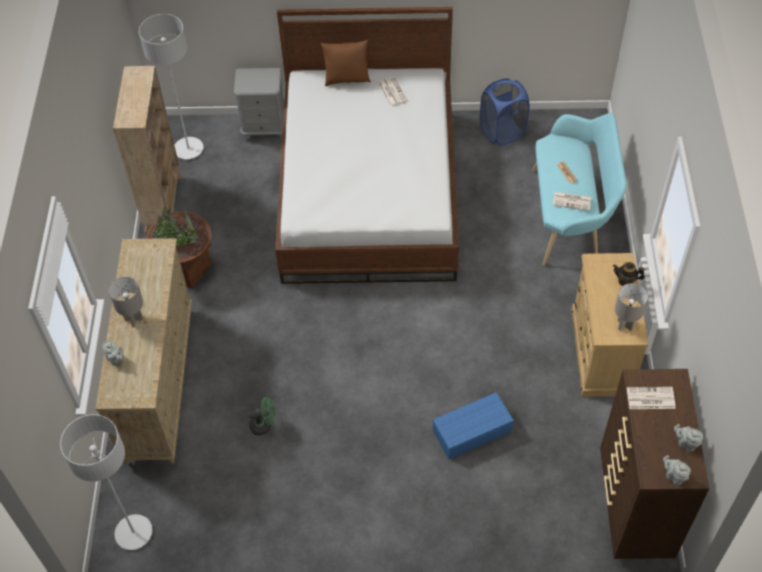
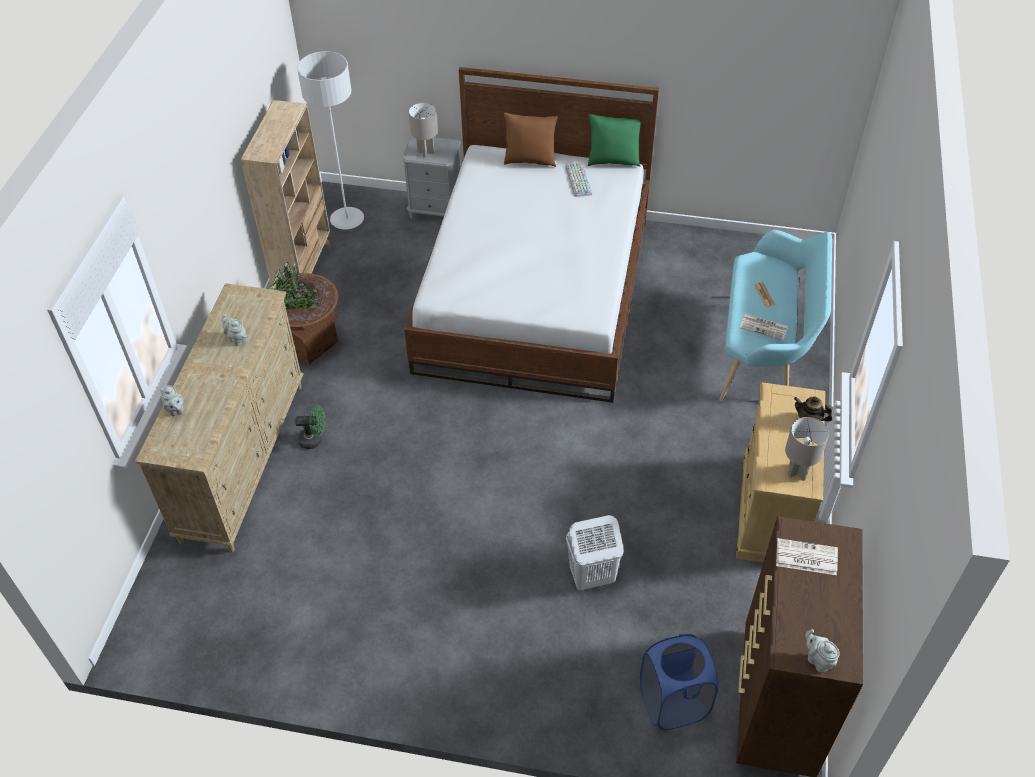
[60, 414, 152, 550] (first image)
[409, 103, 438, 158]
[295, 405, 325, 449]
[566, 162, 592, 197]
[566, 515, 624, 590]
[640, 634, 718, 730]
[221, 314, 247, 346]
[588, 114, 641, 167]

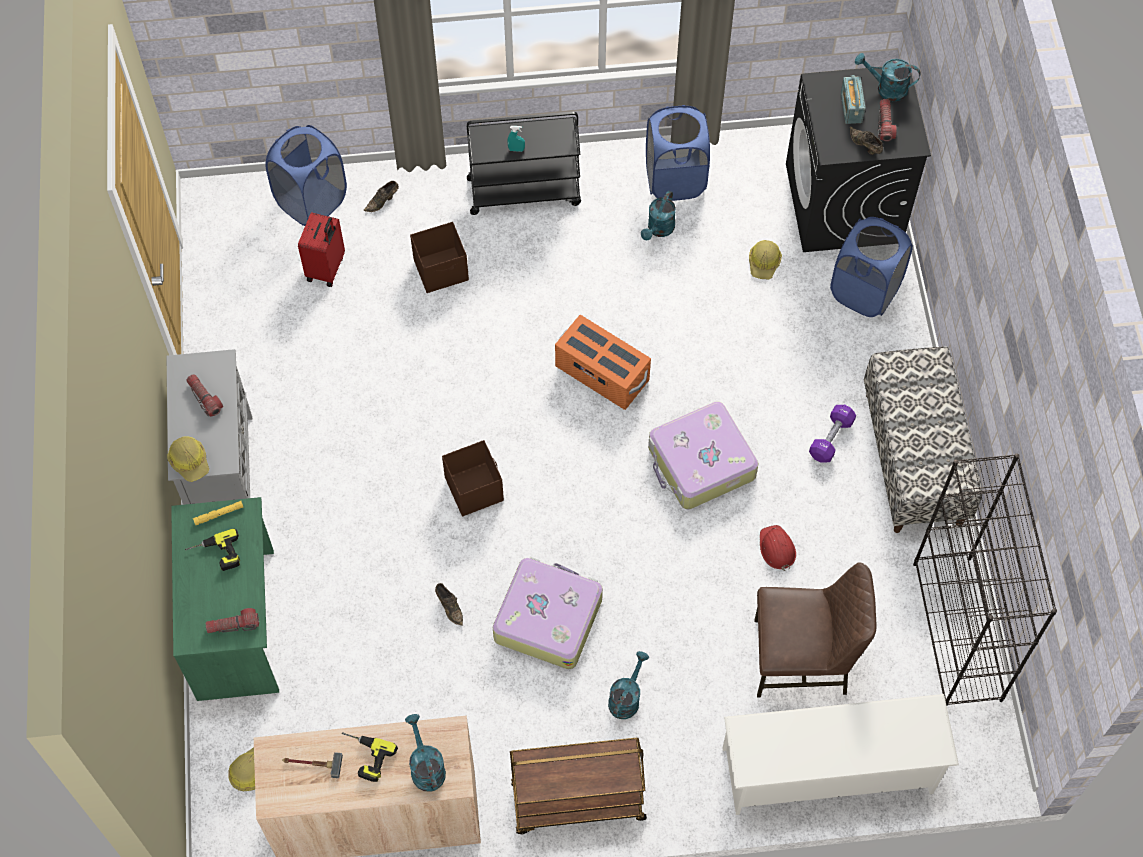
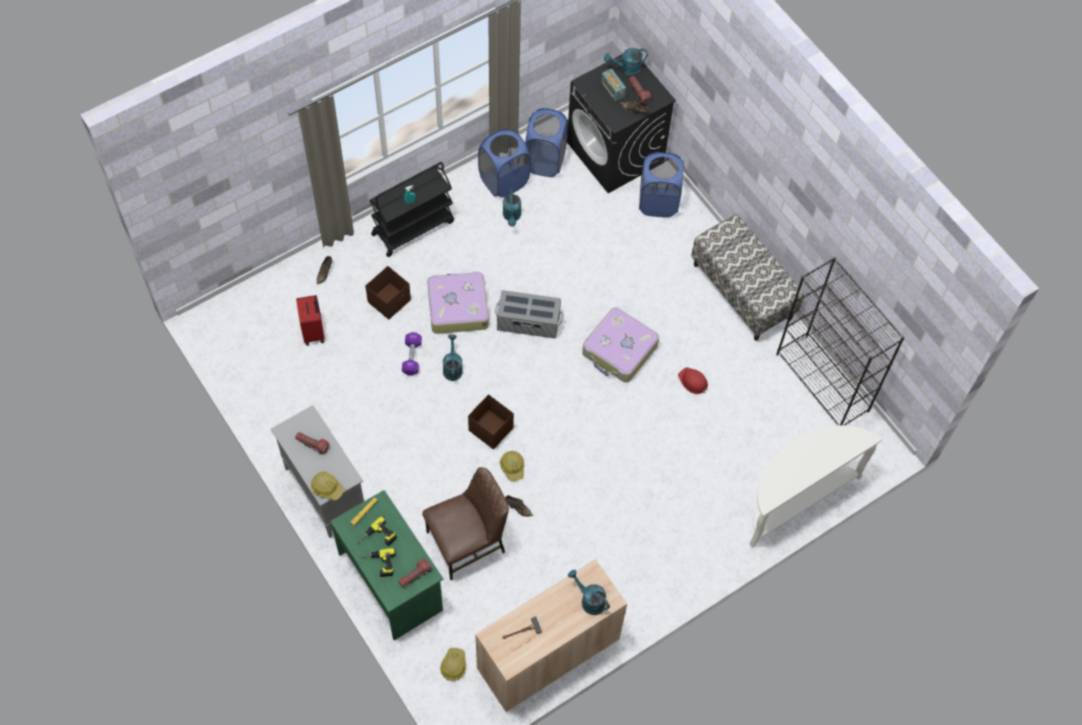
[525, 108, 568, 177]
[358, 548, 396, 577]
[427, 271, 489, 334]
[510, 737, 647, 834] (first image)
[495, 290, 563, 339]
[443, 335, 463, 381]
[749, 425, 882, 548]
[499, 451, 524, 481]
[422, 467, 509, 580]
[402, 332, 422, 375]

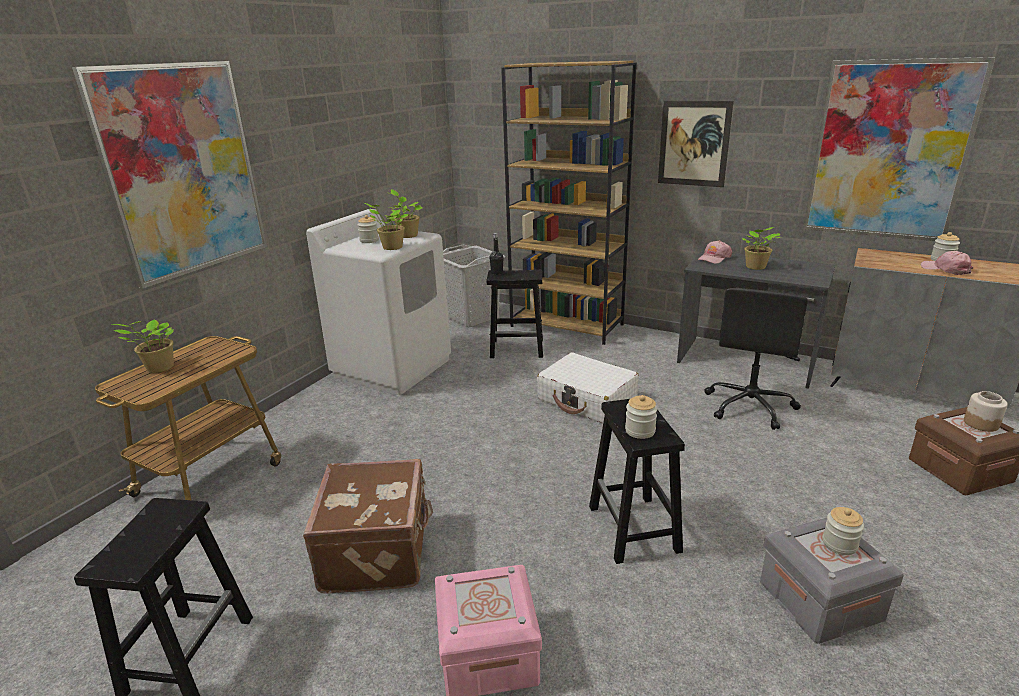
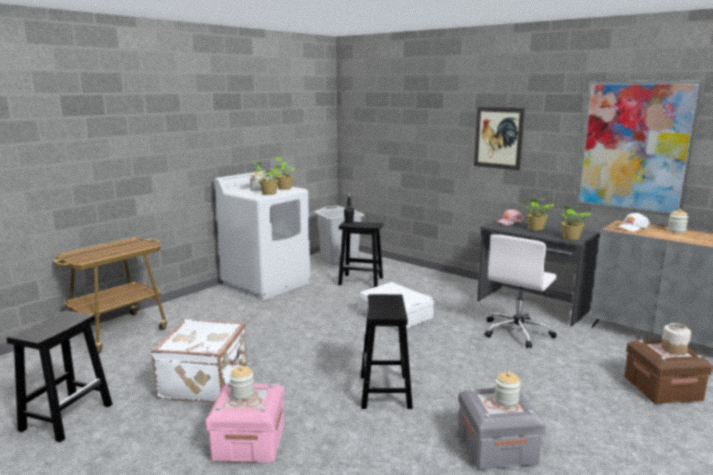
[72, 61, 267, 289] (first image)
[559, 206, 591, 240]
[151, 319, 248, 403]
[501, 61, 637, 345] (first image)
[230, 366, 254, 400]
[485, 234, 557, 348]
[921, 251, 973, 275] (first image)
[617, 213, 650, 231]

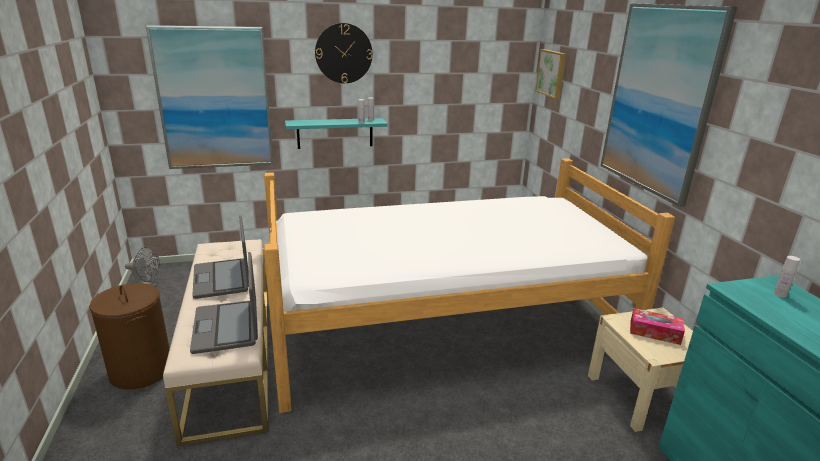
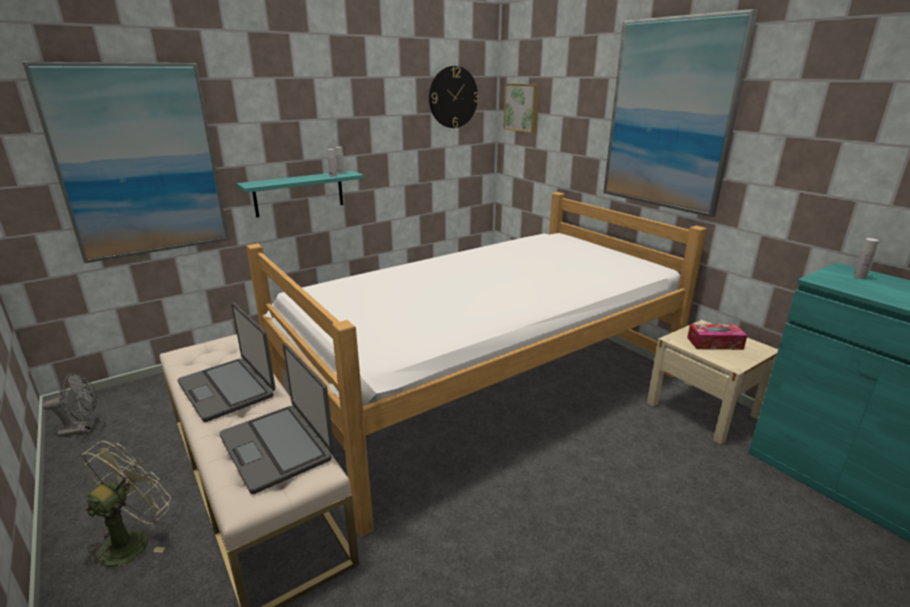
[80, 441, 171, 572]
[429, 66, 479, 128]

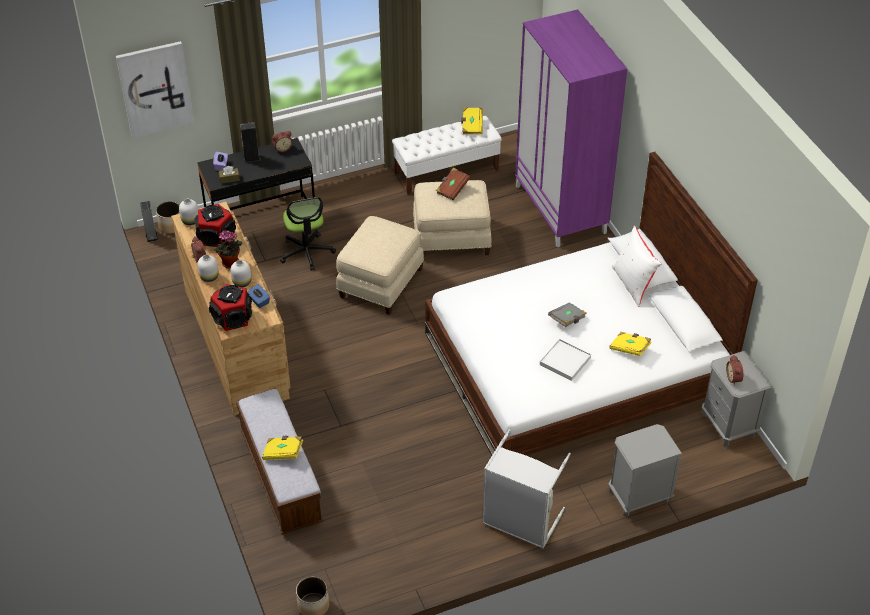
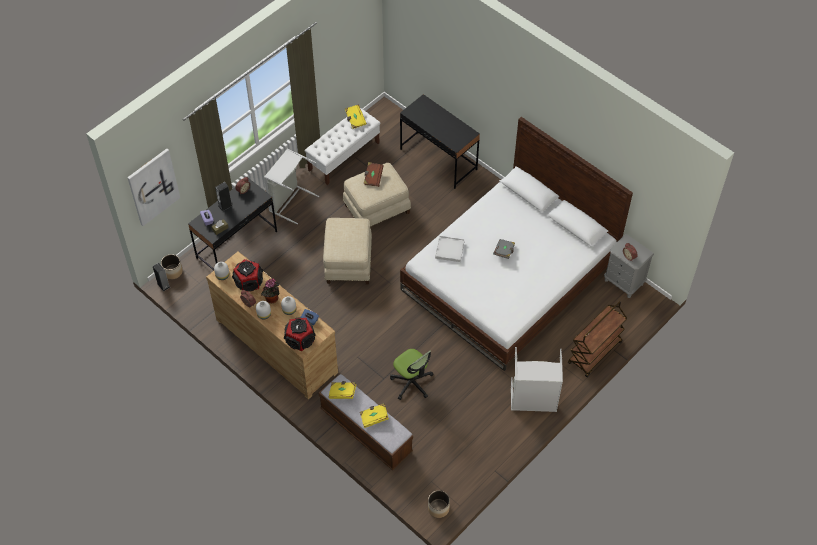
[390, 349, 434, 400]
[400, 94, 480, 189]
[435, 236, 465, 262]
[568, 301, 628, 377]
[328, 381, 357, 399]
[612, 226, 662, 307] (first image)
[264, 149, 319, 224]

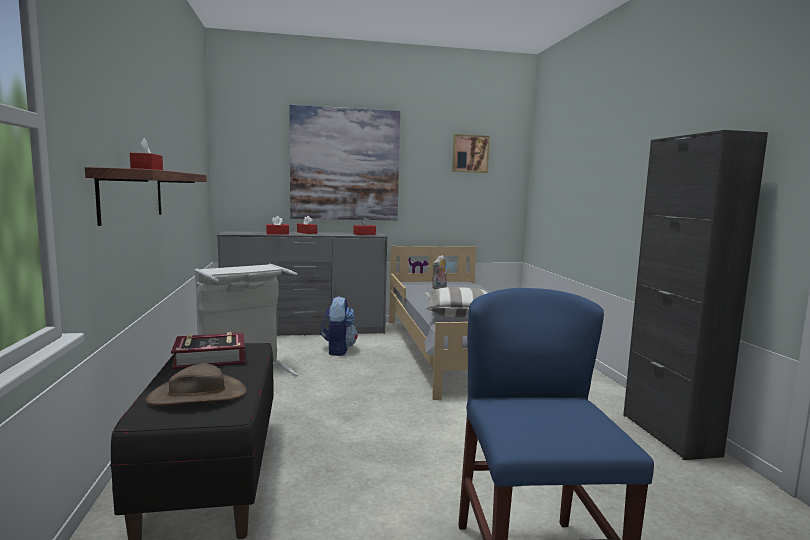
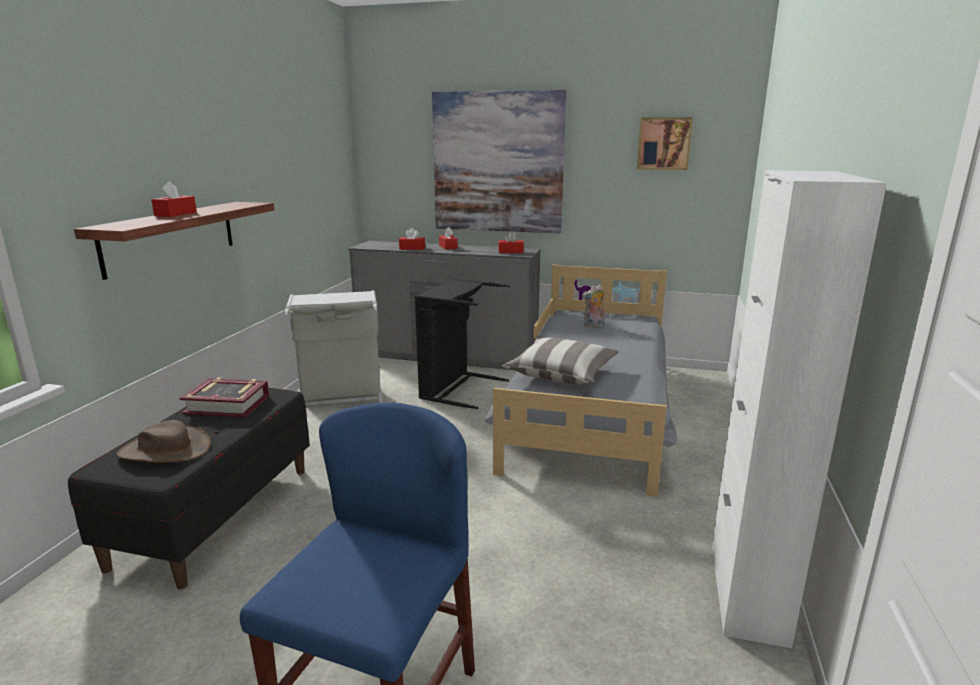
[415, 278, 510, 409]
[712, 170, 887, 648]

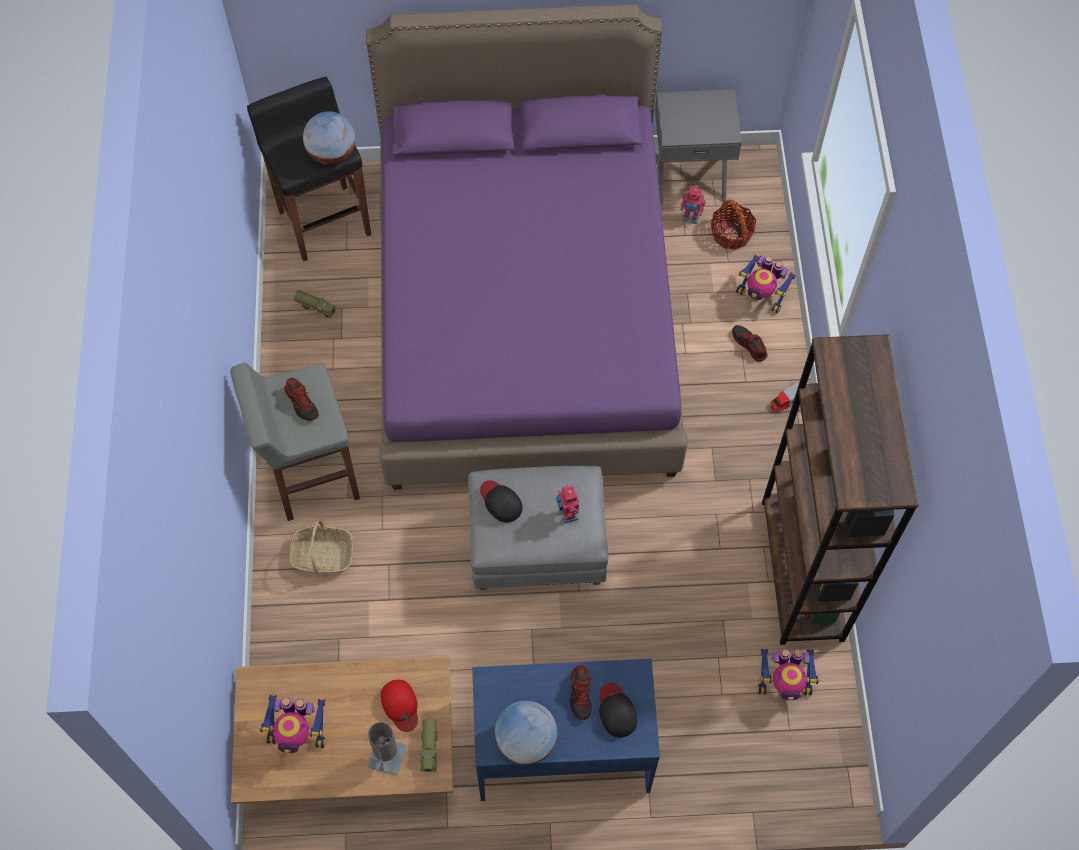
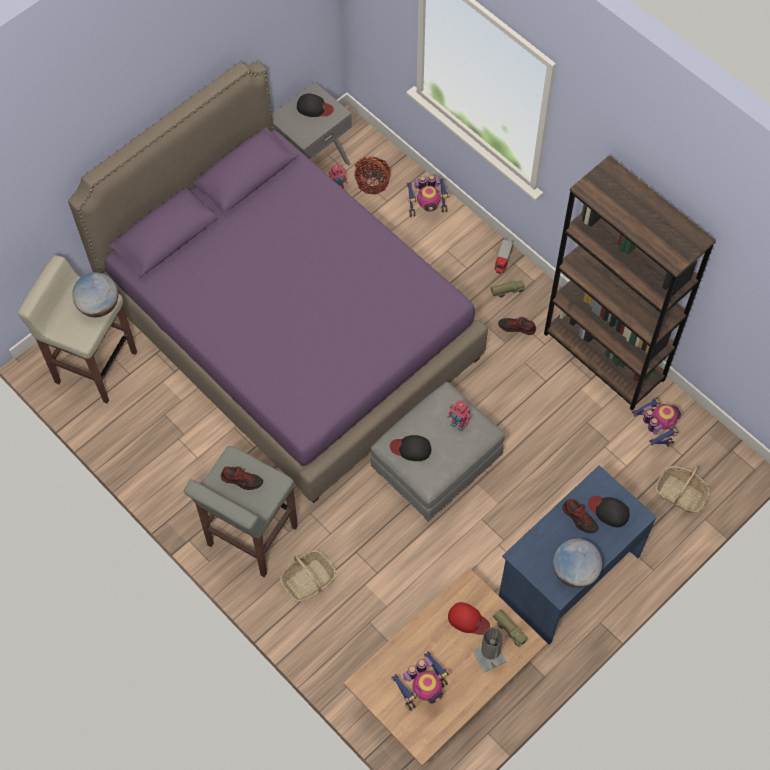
[17, 255, 137, 404]
[491, 280, 525, 298]
[498, 317, 536, 335]
[632, 398, 681, 447]
[297, 94, 334, 117]
[656, 465, 710, 513]

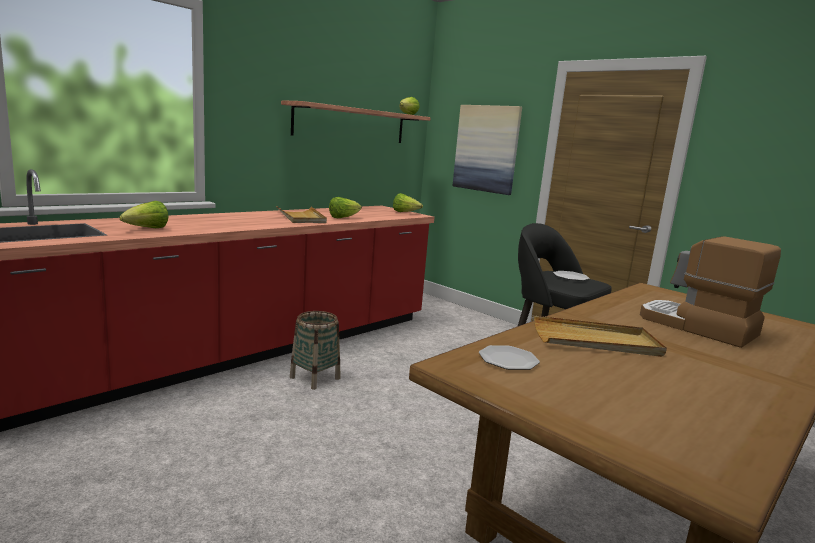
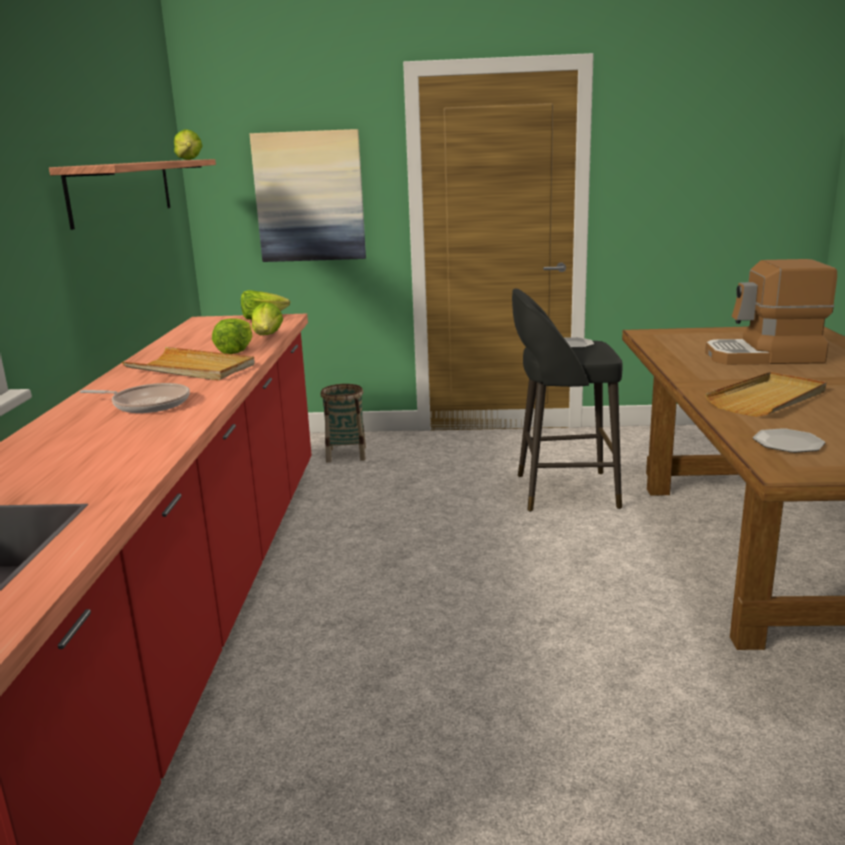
[252, 302, 283, 336]
[320, 384, 366, 463]
[80, 383, 190, 413]

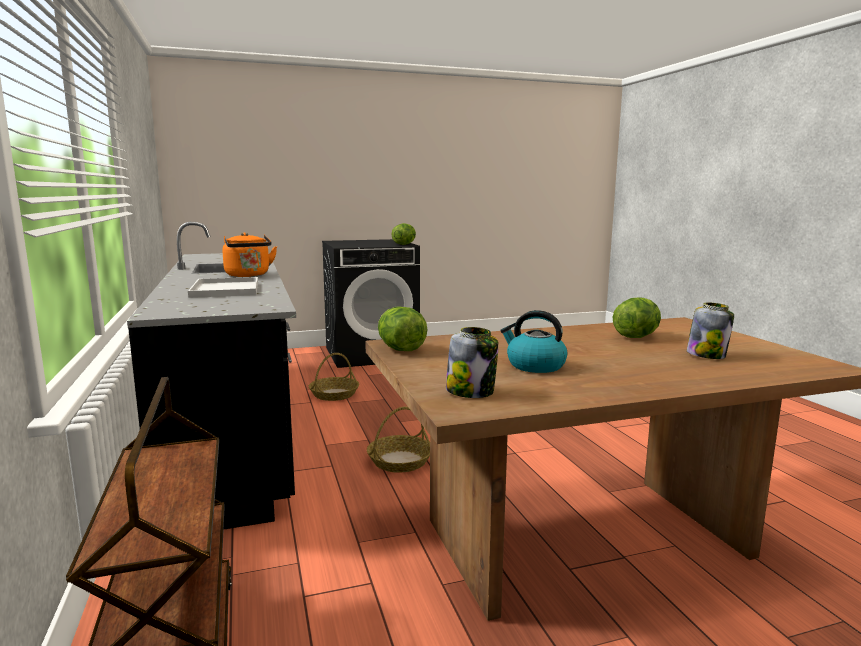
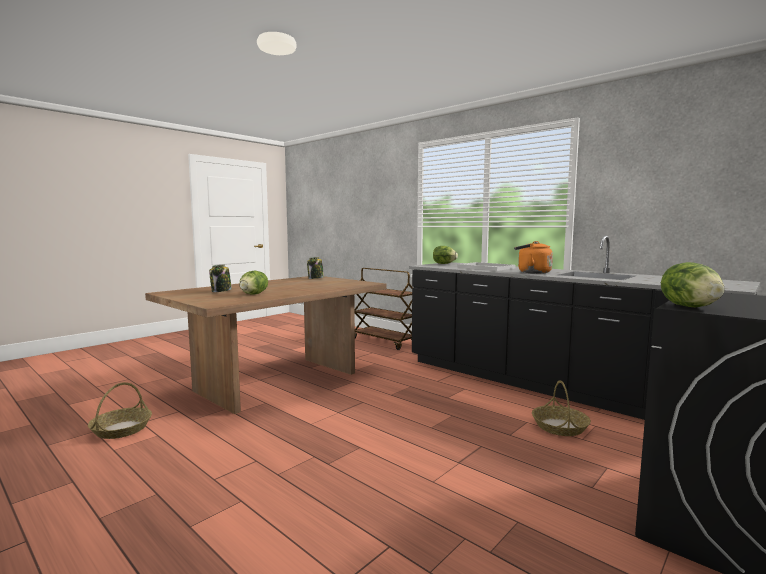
[88, 382, 152, 439]
[433, 246, 458, 264]
[500, 310, 568, 373] (first image)

